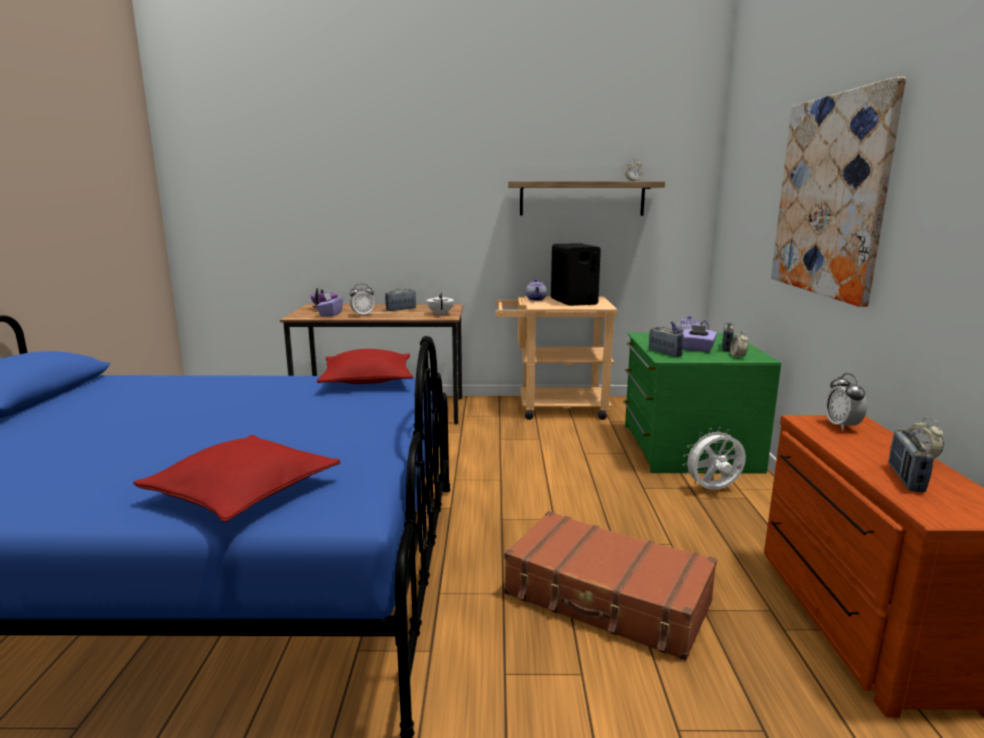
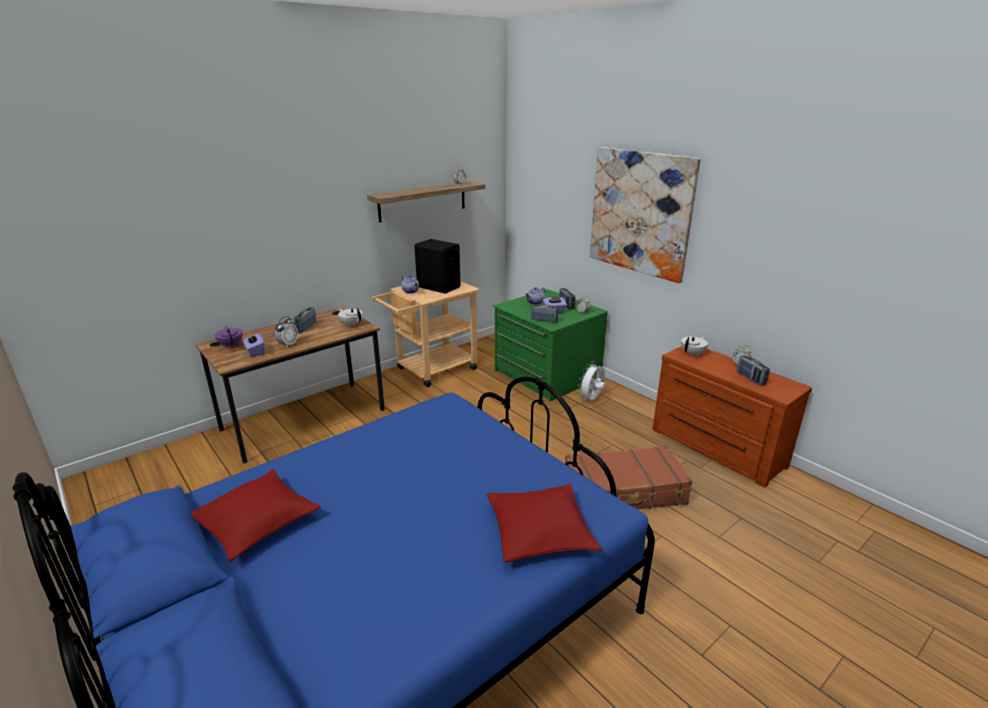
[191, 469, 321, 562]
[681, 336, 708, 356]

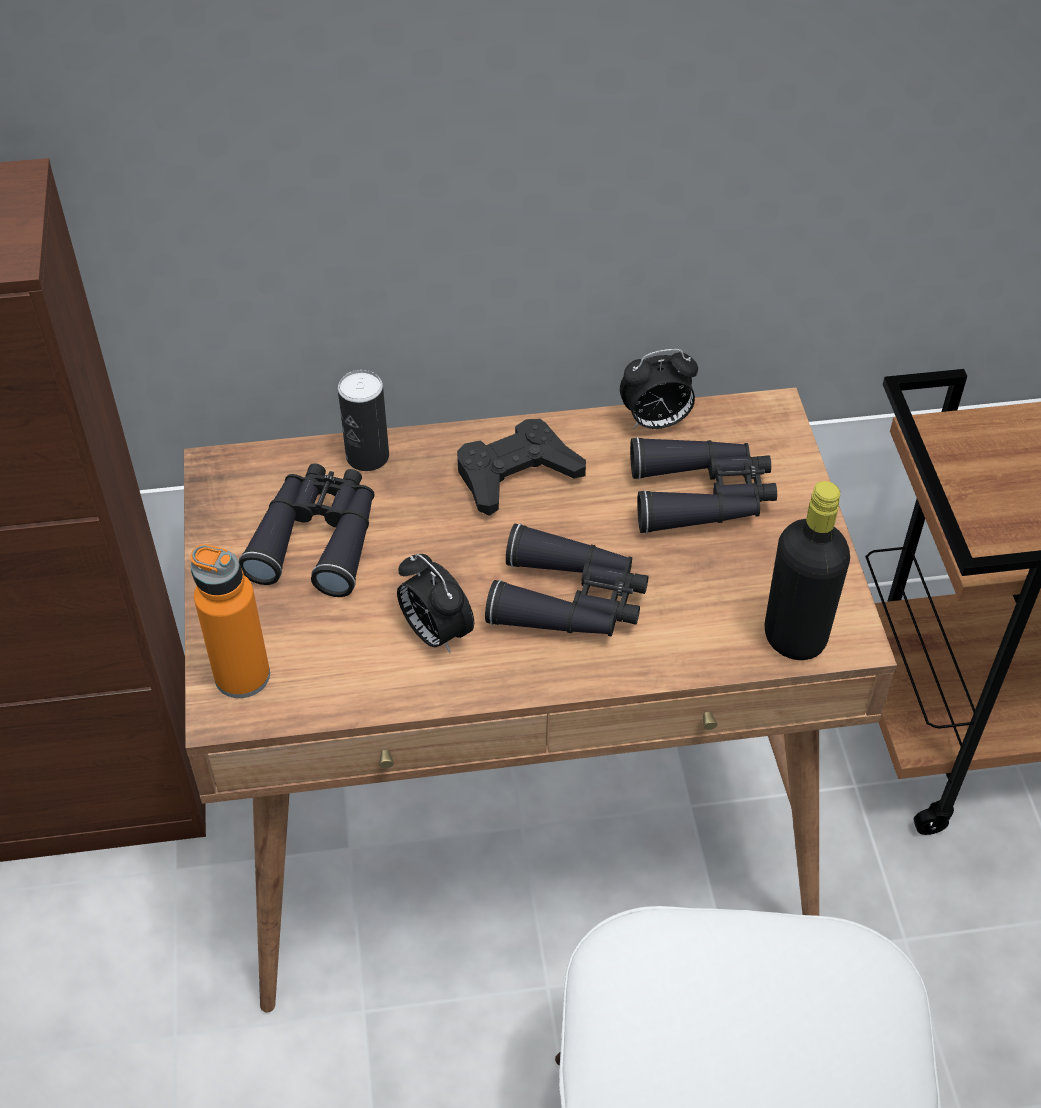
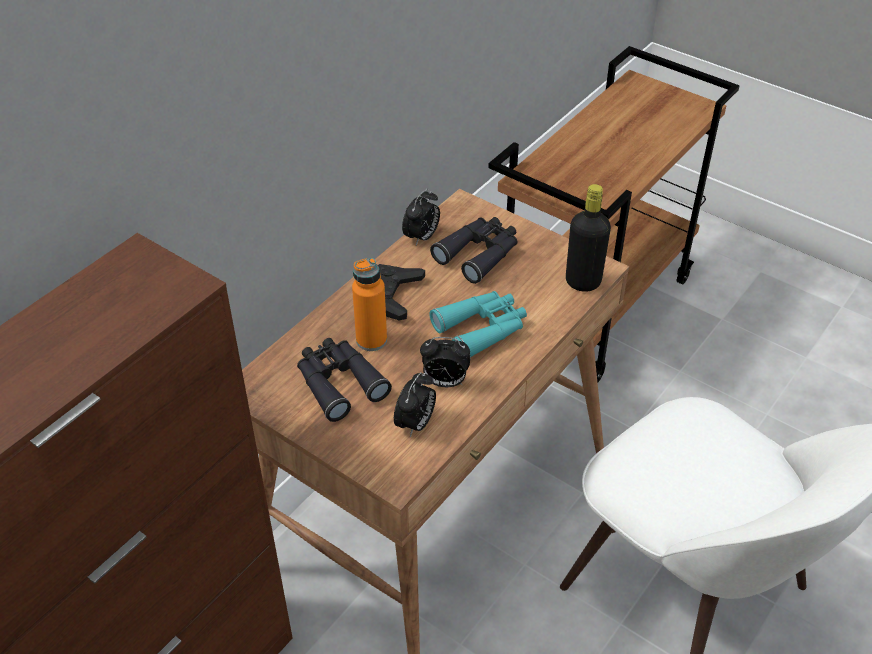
[352, 258, 387, 351]
[338, 370, 389, 471] (first image)
[429, 291, 527, 357]
[394, 372, 436, 437]

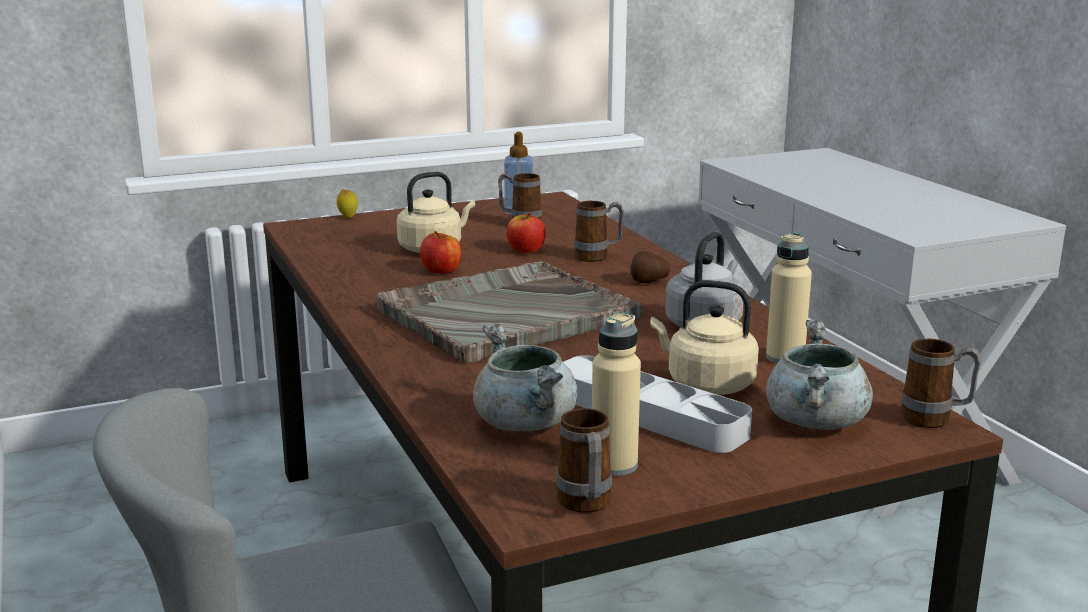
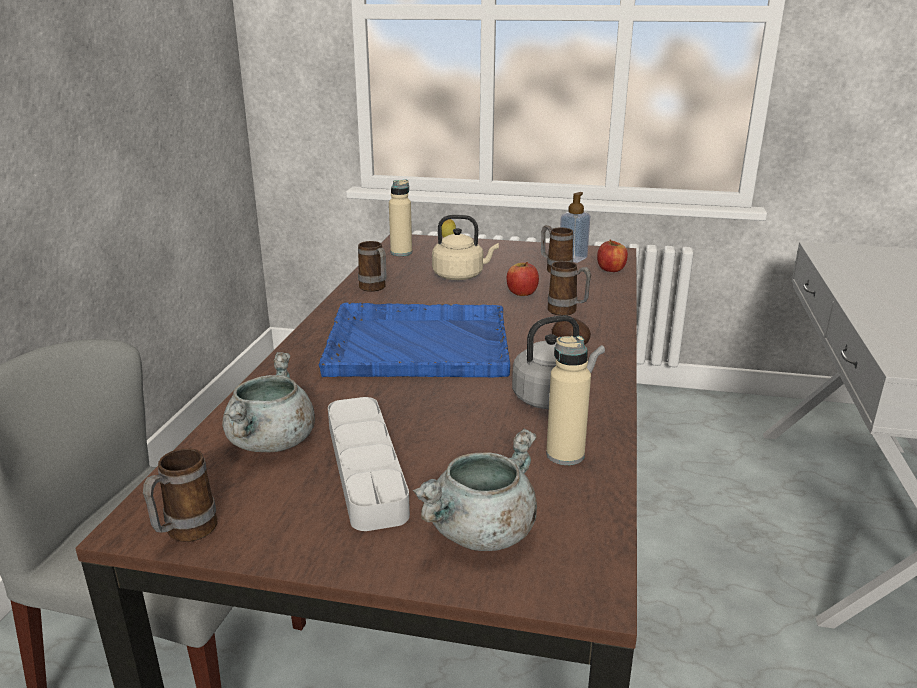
[318, 302, 510, 377]
[597, 239, 628, 272]
[389, 180, 412, 256]
[650, 280, 759, 395] (first image)
[358, 241, 387, 292]

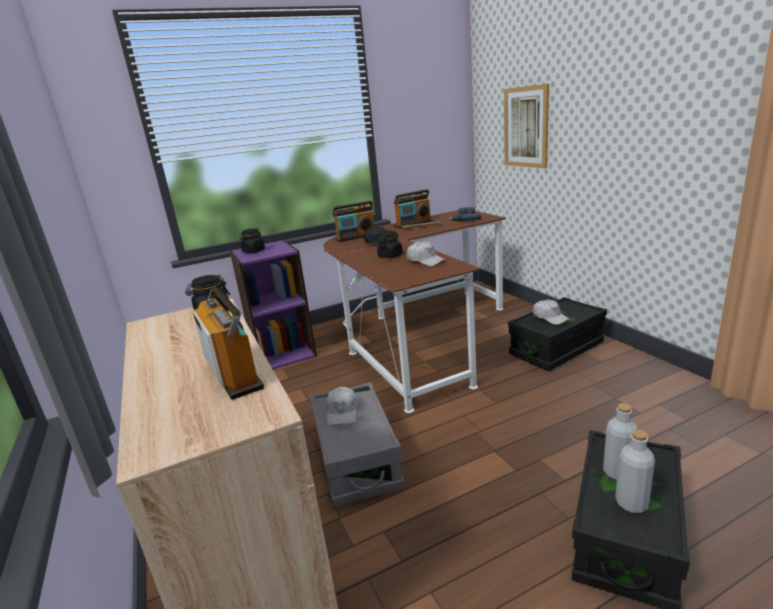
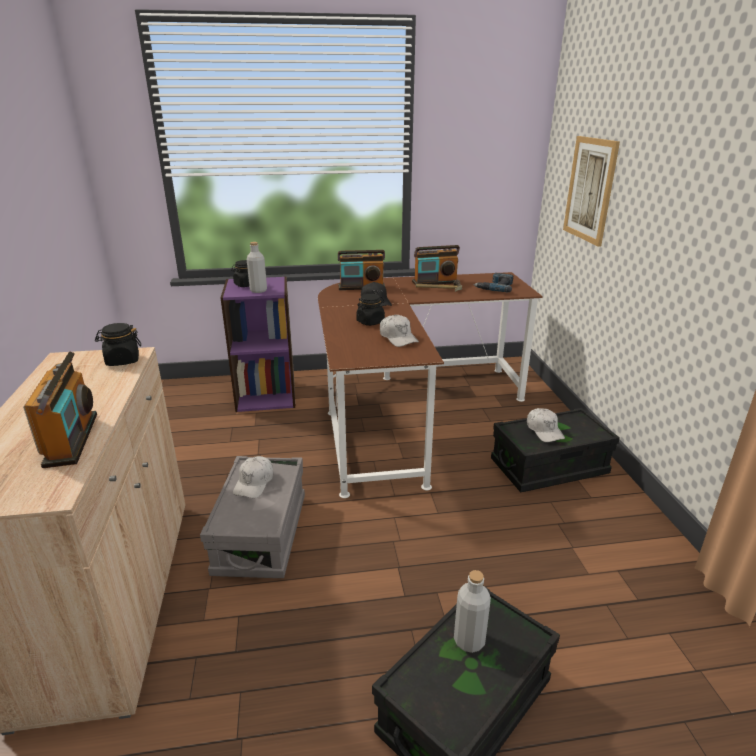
[247, 242, 267, 293]

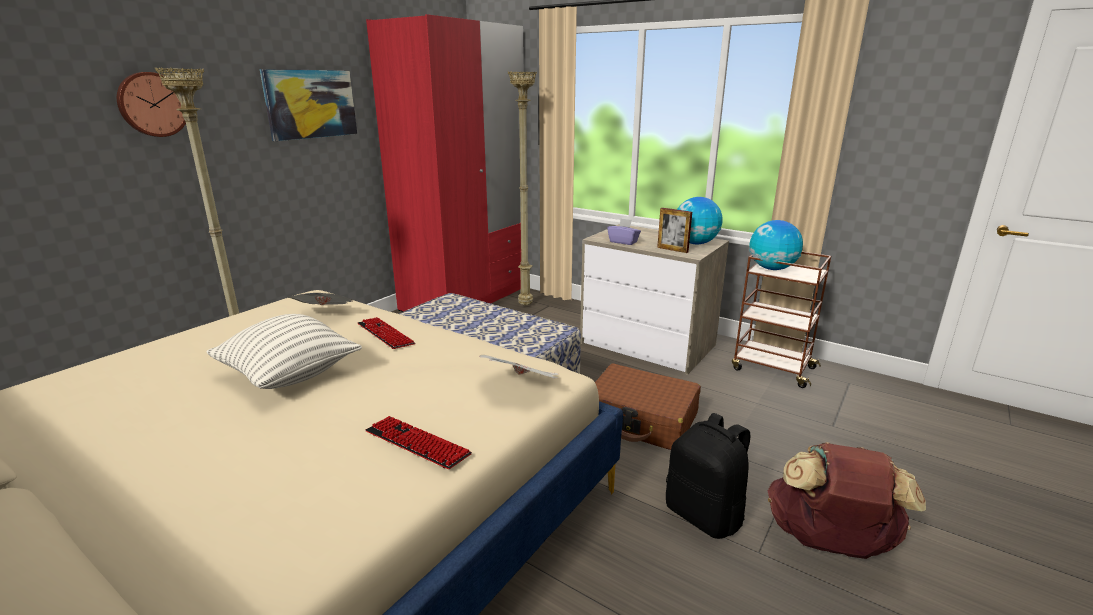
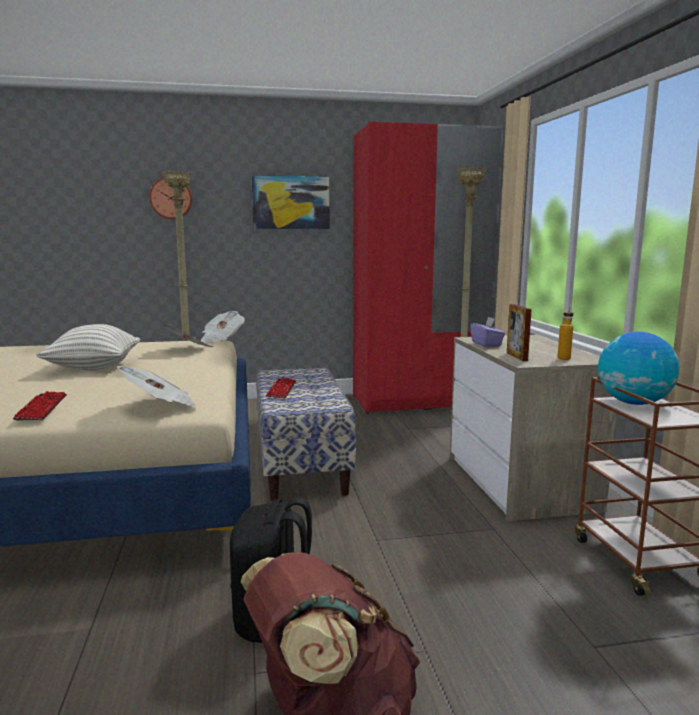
[266, 377, 296, 398]
[595, 363, 701, 450] (first image)
[557, 307, 573, 360]
[200, 311, 245, 343]

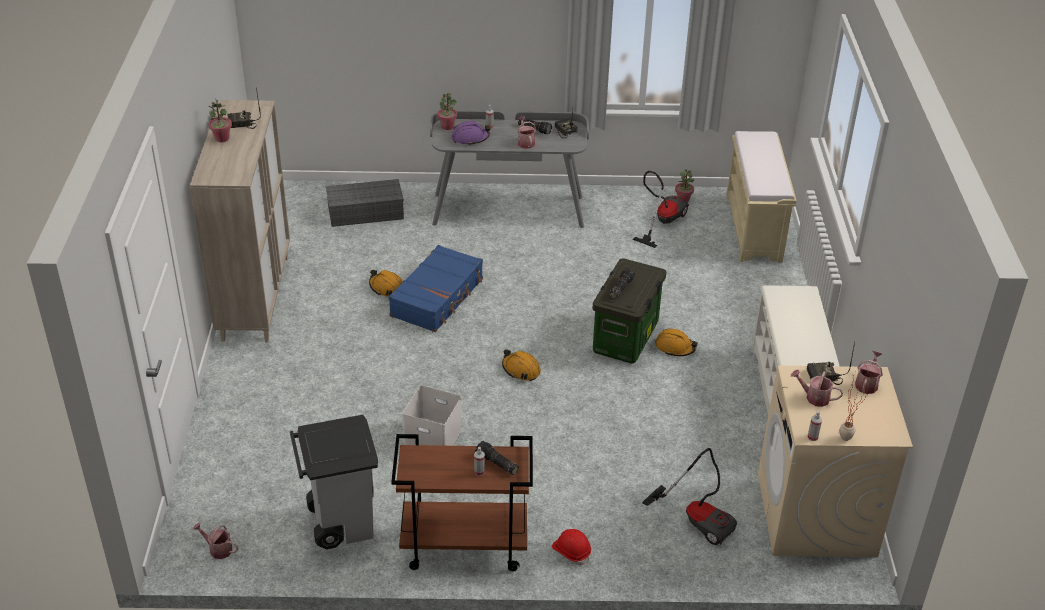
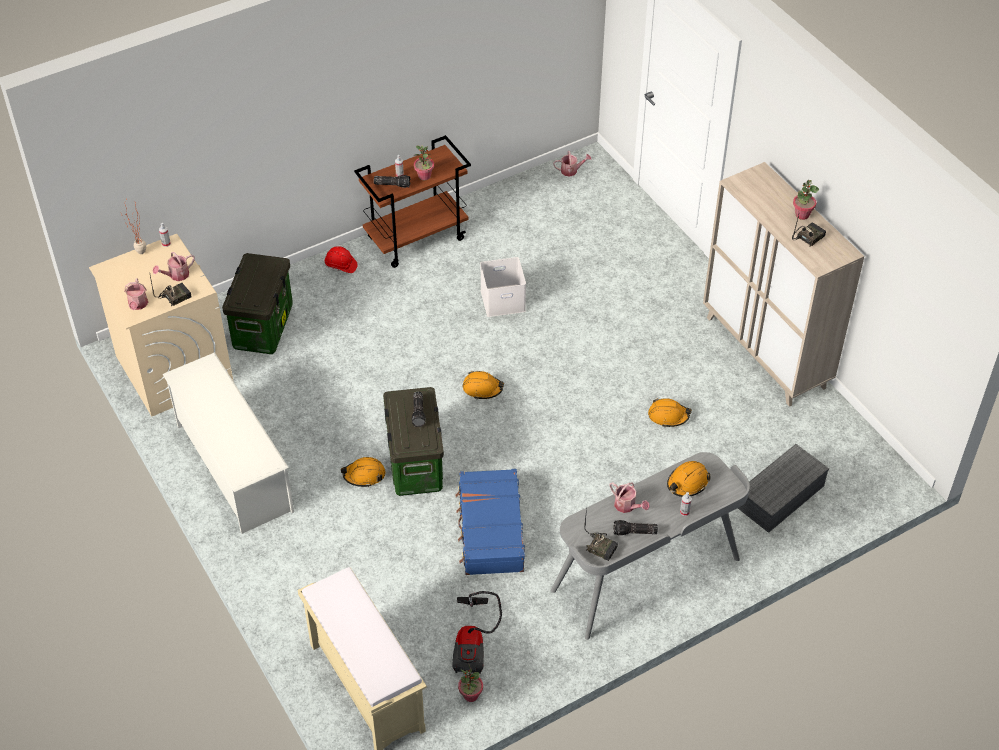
[290, 415, 378, 549] (first image)
[455, 469, 525, 575]
[414, 145, 434, 180]
[667, 461, 711, 497]
[222, 253, 293, 354]
[153, 252, 195, 281]

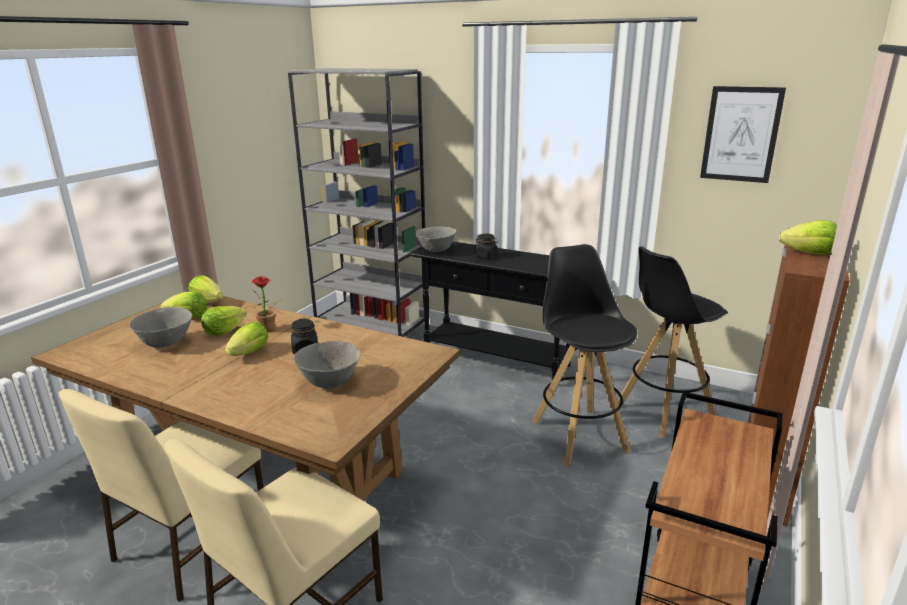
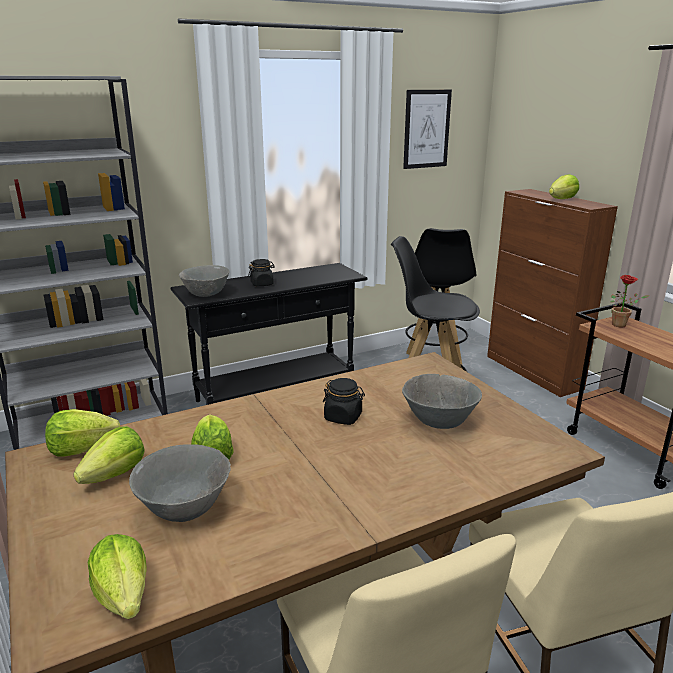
[88, 534, 147, 619]
[610, 275, 649, 327]

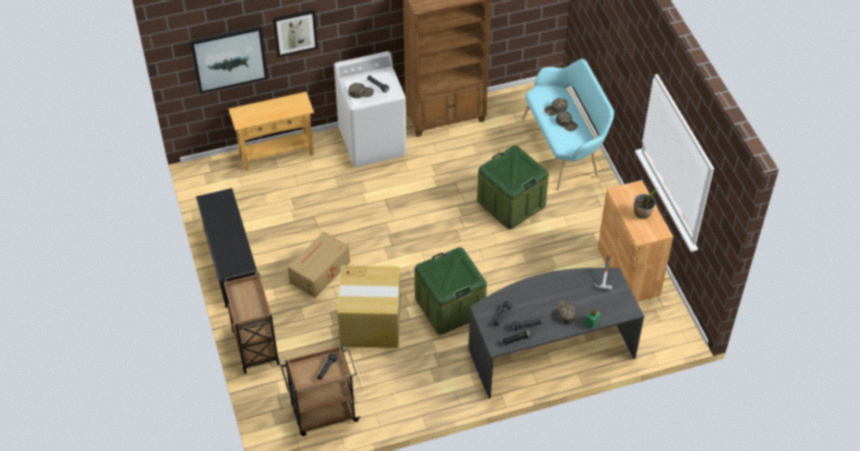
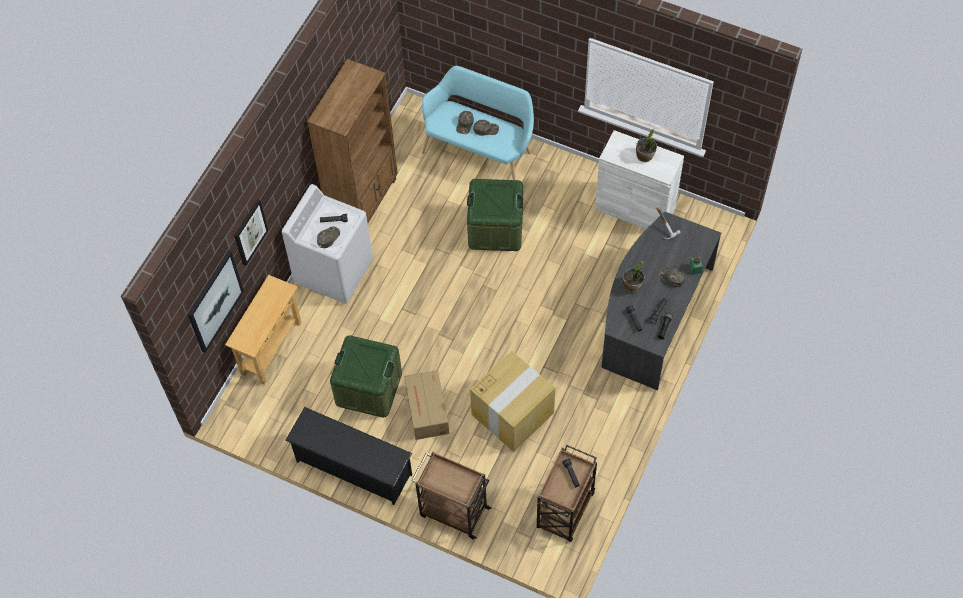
[330, 335, 402, 417]
[595, 130, 684, 229]
[623, 261, 644, 292]

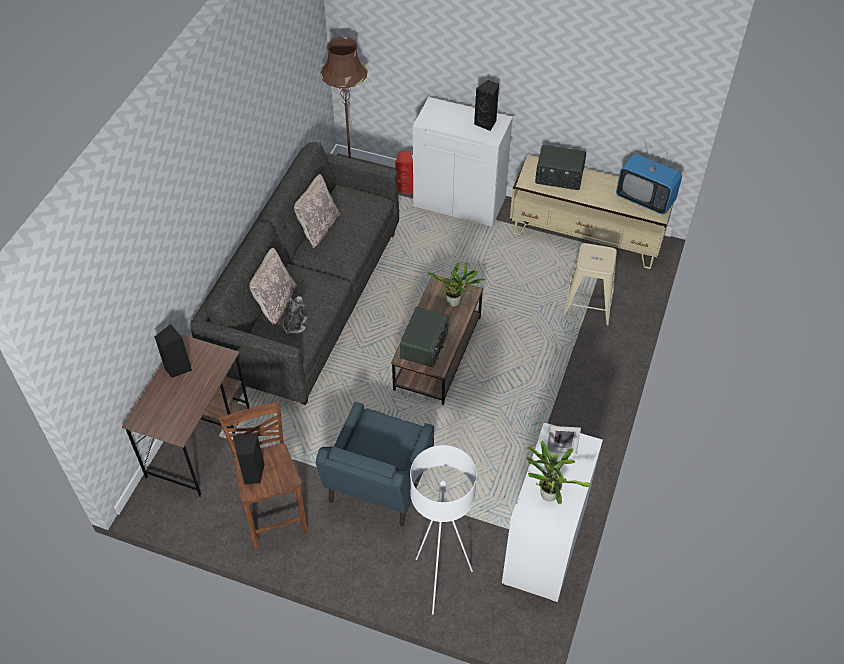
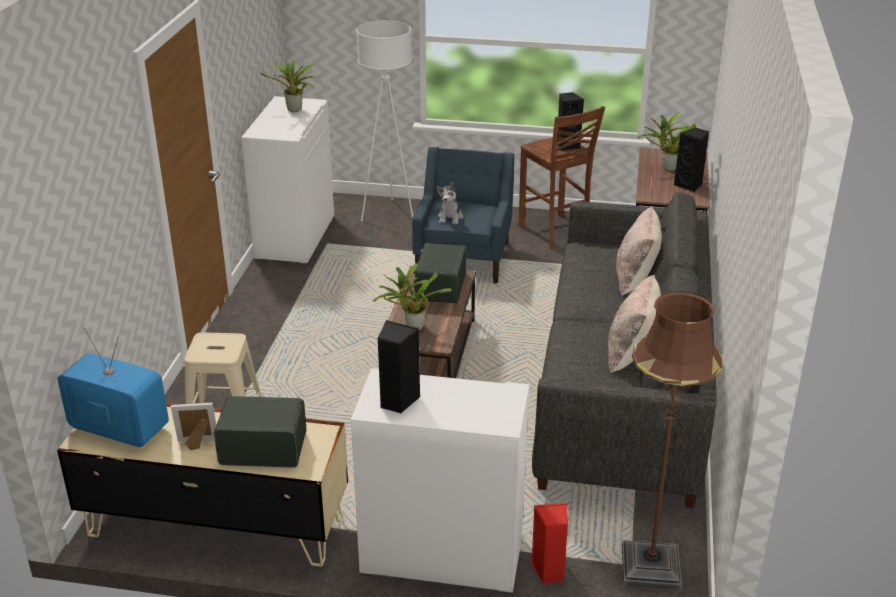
[437, 183, 463, 225]
[171, 402, 216, 450]
[637, 112, 696, 171]

